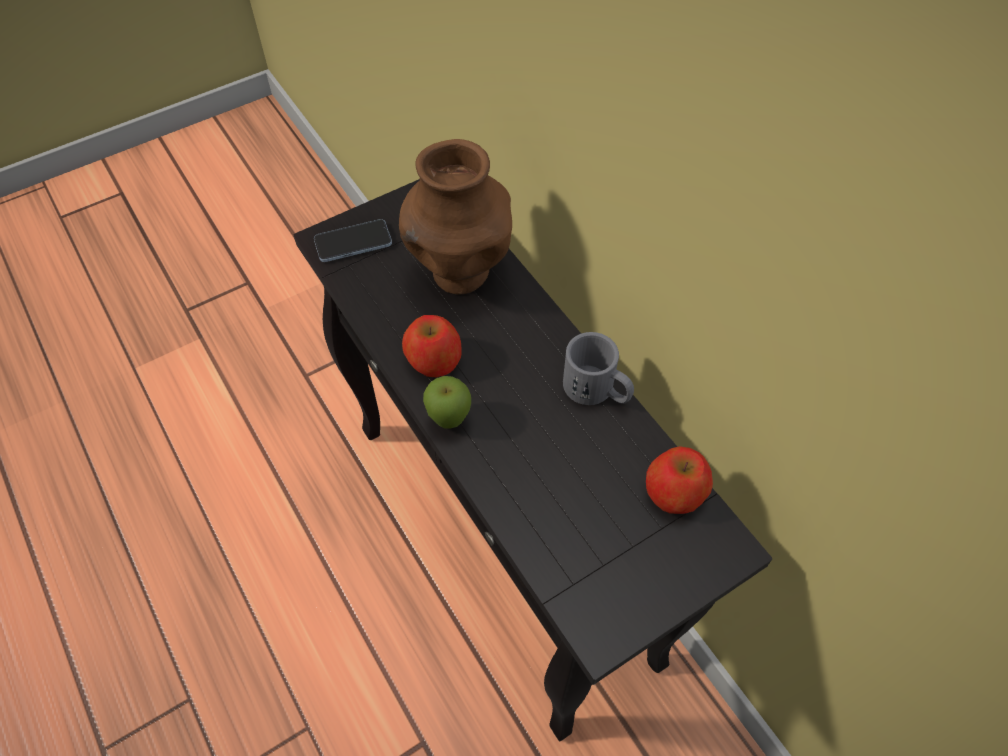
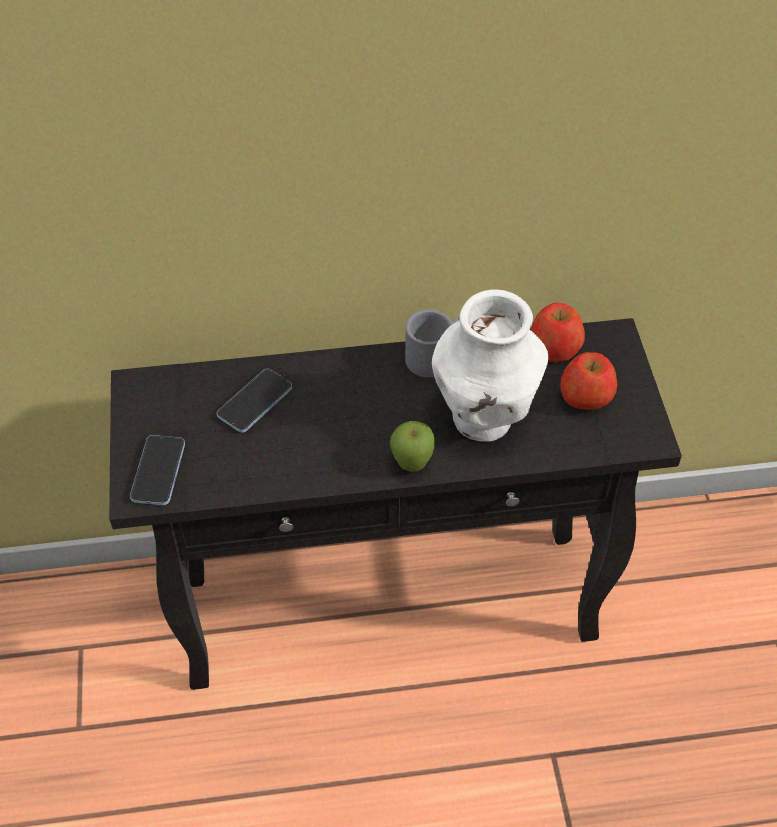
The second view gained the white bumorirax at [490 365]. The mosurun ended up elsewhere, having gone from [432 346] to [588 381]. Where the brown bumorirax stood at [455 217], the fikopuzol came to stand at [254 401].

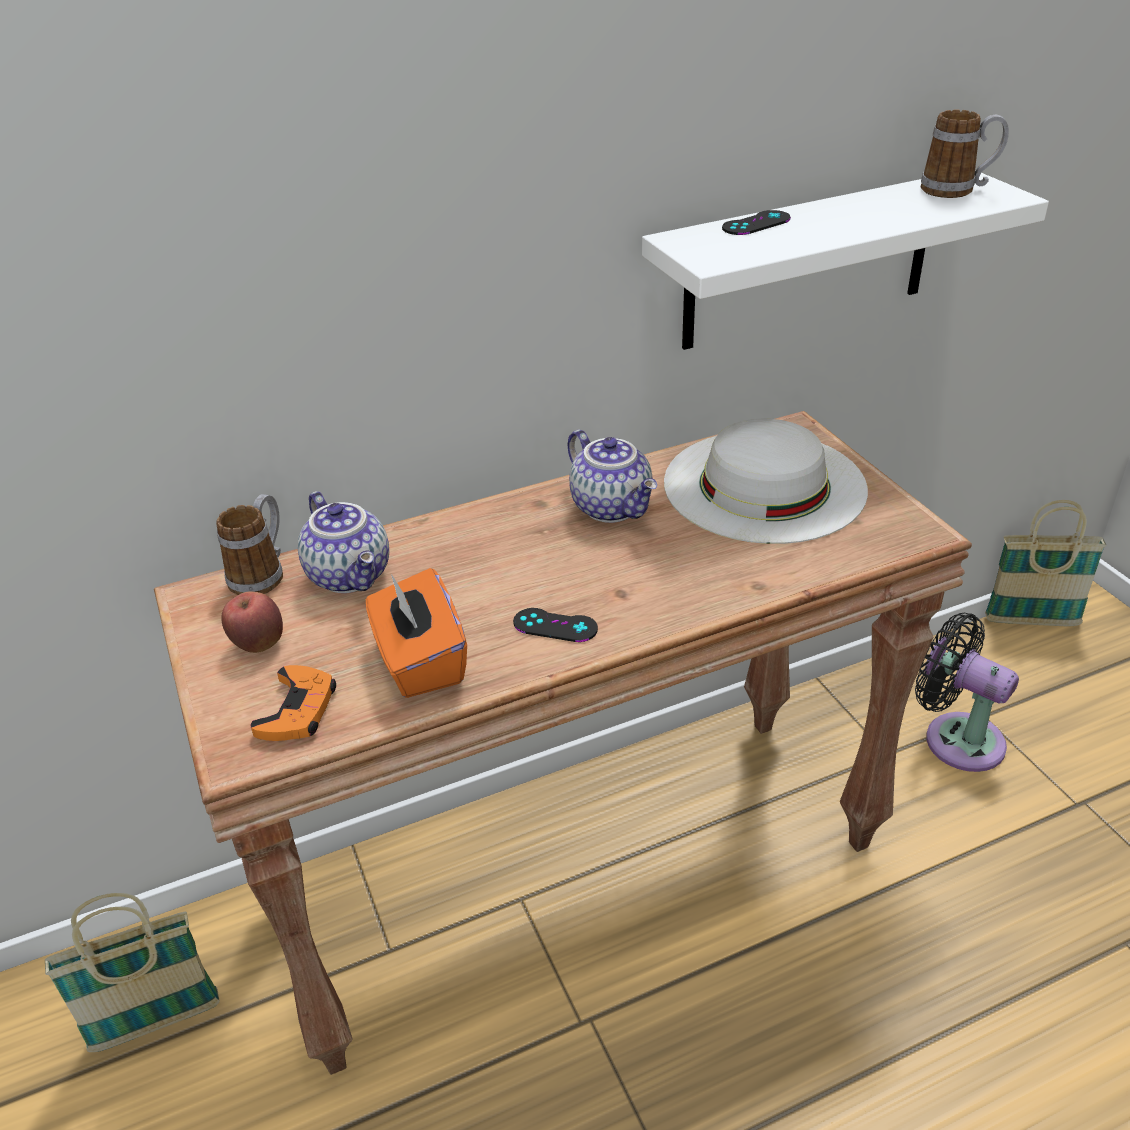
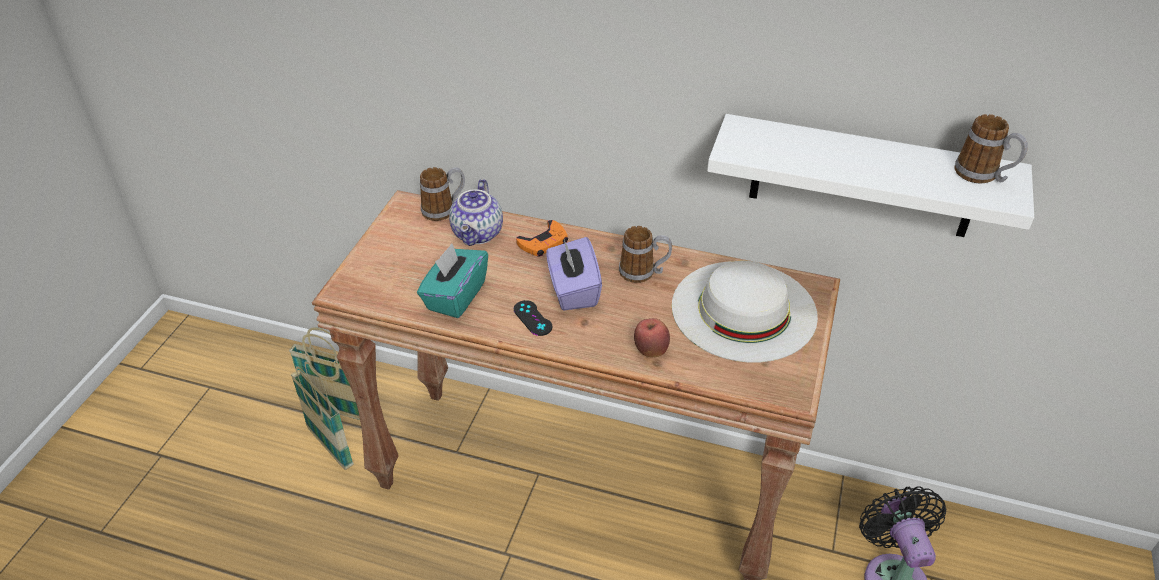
The second view lost the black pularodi at [756 222]. The second view gained the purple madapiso at [574 273]. The mosurun ended up elsewhere, having gone from [252 622] to [652 338]. The orange pularodi ended up elsewhere, having gone from [293 703] to [542 238]. The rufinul ended up elsewhere, having gone from [1045 563] to [322 415]. Where the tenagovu stood at [612 476], the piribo came to stand at [645 254]. What was the orange madapiso at [416 633] turned into the turquoise madapiso at [452 280].

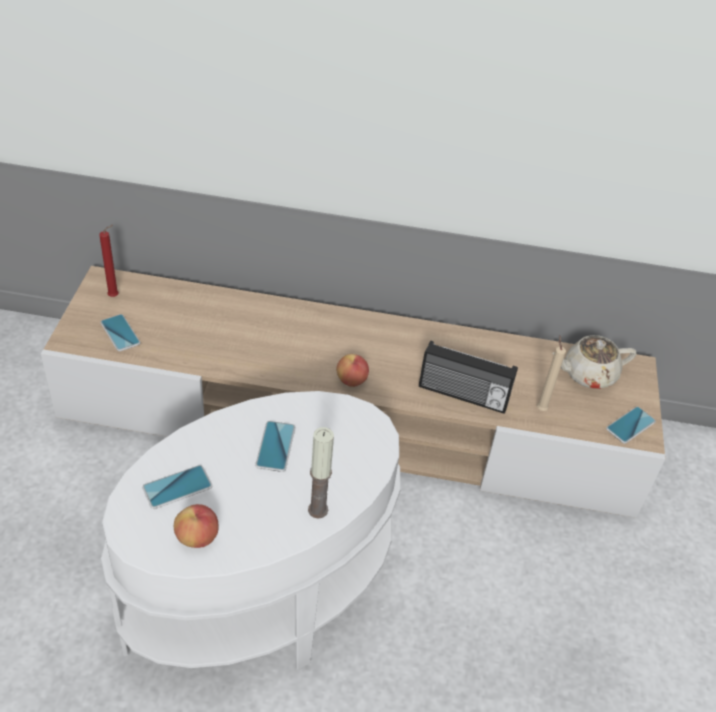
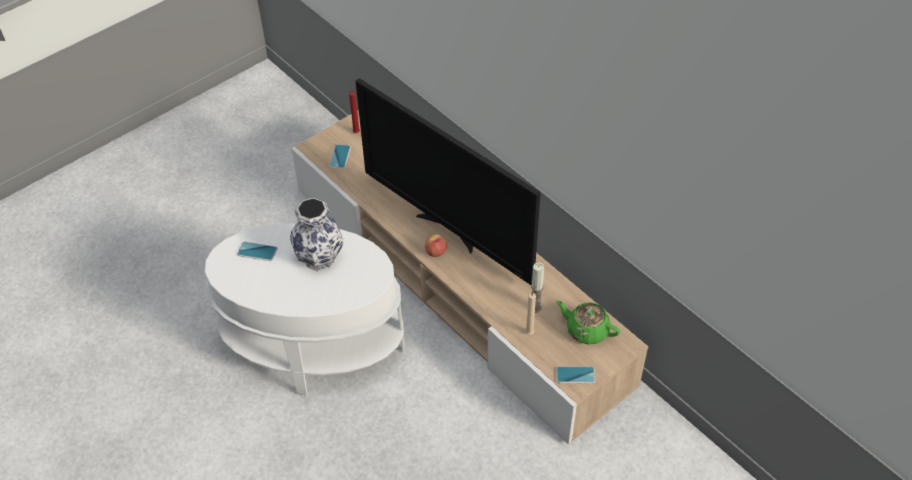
The second view lost the mosurun at [196 526]. The second view lost the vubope at [468 377]. The second view gained the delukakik at [448 181]. The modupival ended up elsewhere, having gone from [321 473] to [537 287]. Where the fikopuzol stood at [275 446], the bumorirax came to stand at [317 235]. What was the beige tenagovu at [594 362] turned into the green tenagovu at [588 322].

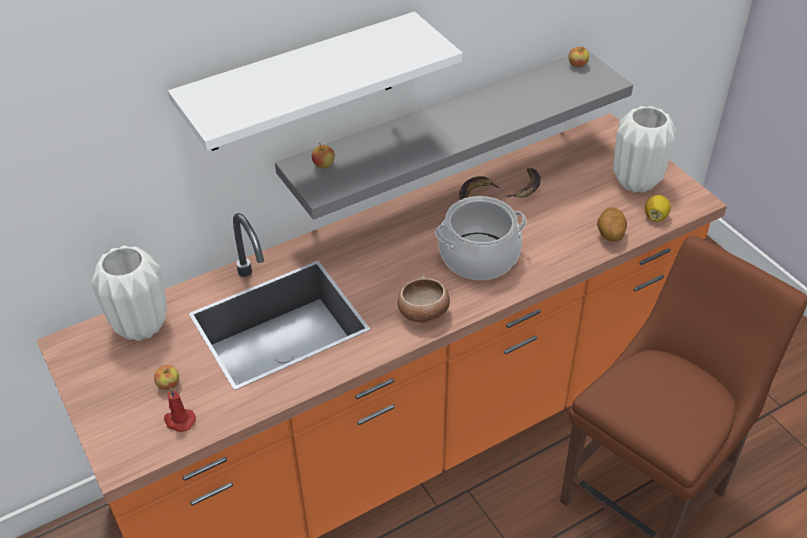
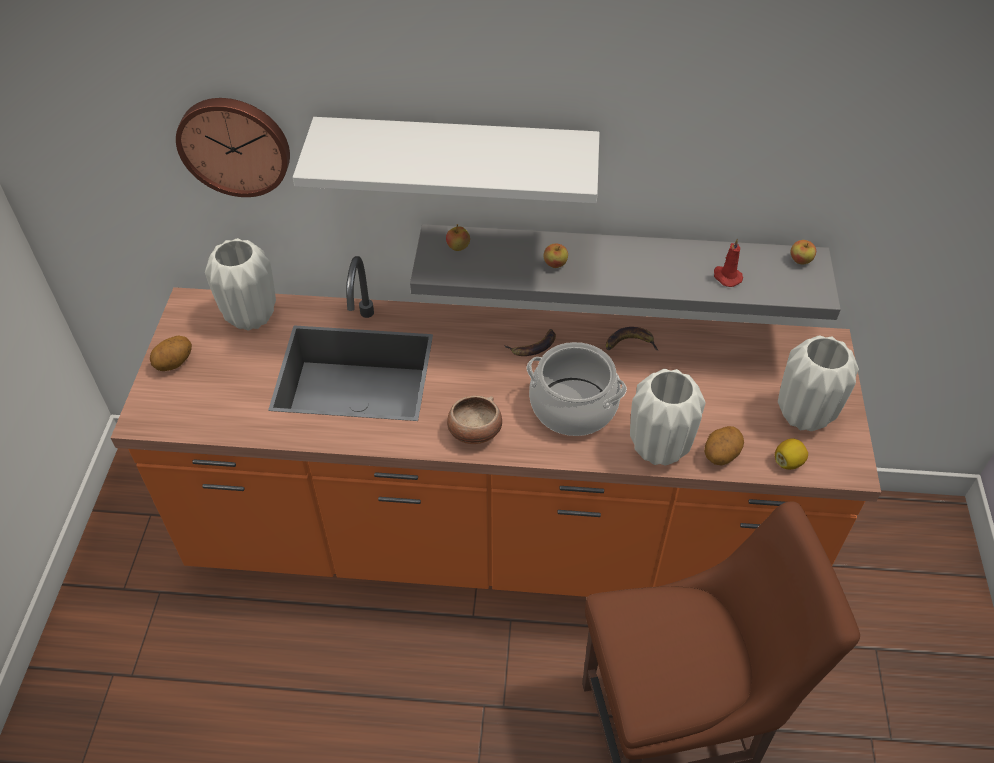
The second view gained the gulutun at [171 353]. The second view gained the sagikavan at [233 147]. The second view gained the white bumorirax at [668 417]. The mosurun ended up elsewhere, having gone from [166 377] to [556 255]. The red modupival ended up elsewhere, having gone from [180 410] to [728 263]. The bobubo ended up elsewhere, having gone from [523 183] to [530 342].

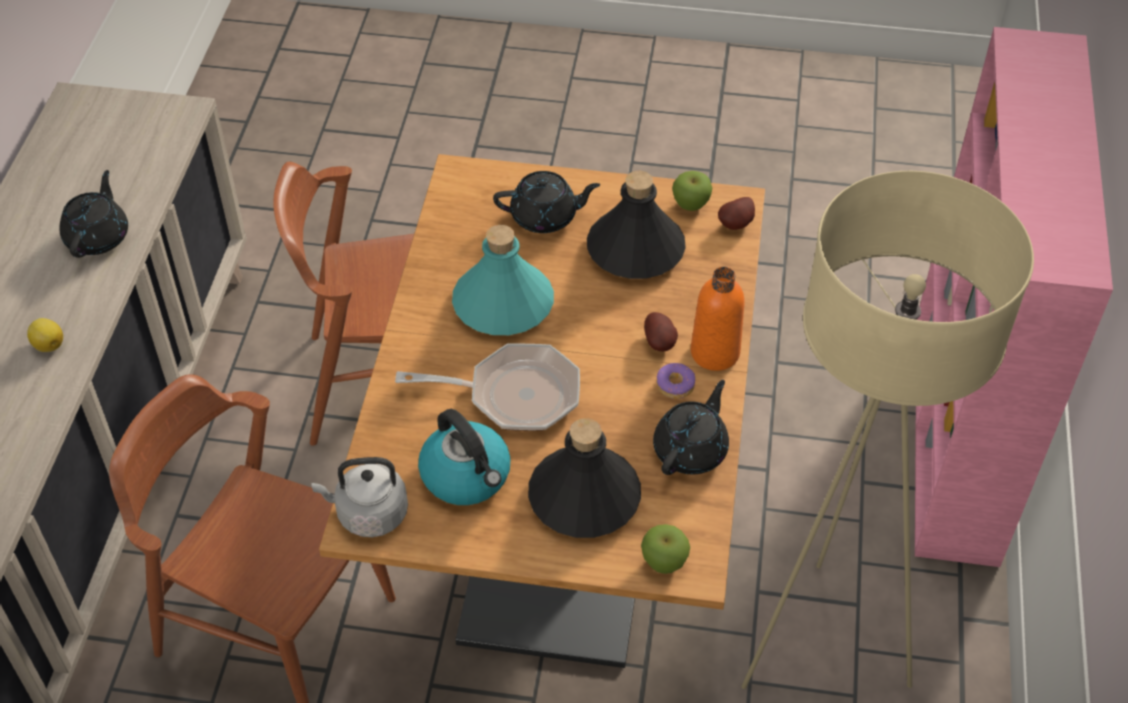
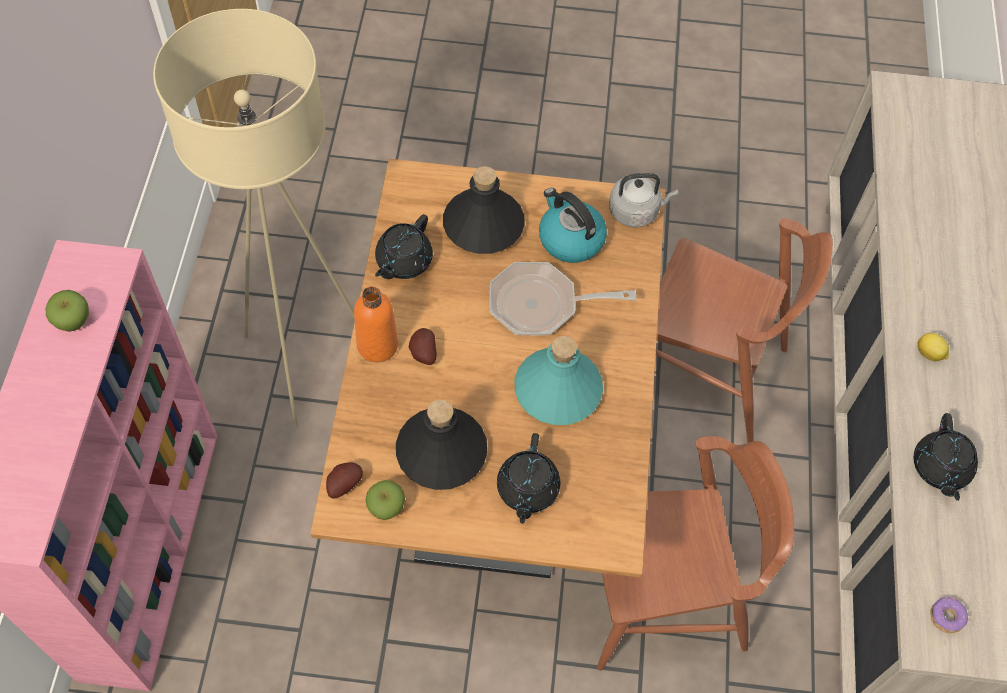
The mosurun ended up elsewhere, having gone from [665 549] to [67 311]. The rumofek ended up elsewhere, having gone from [675 381] to [949 614]. The black tenagovu at [546 202] ended up facing another way, 75 degrees counterclockwise from before.

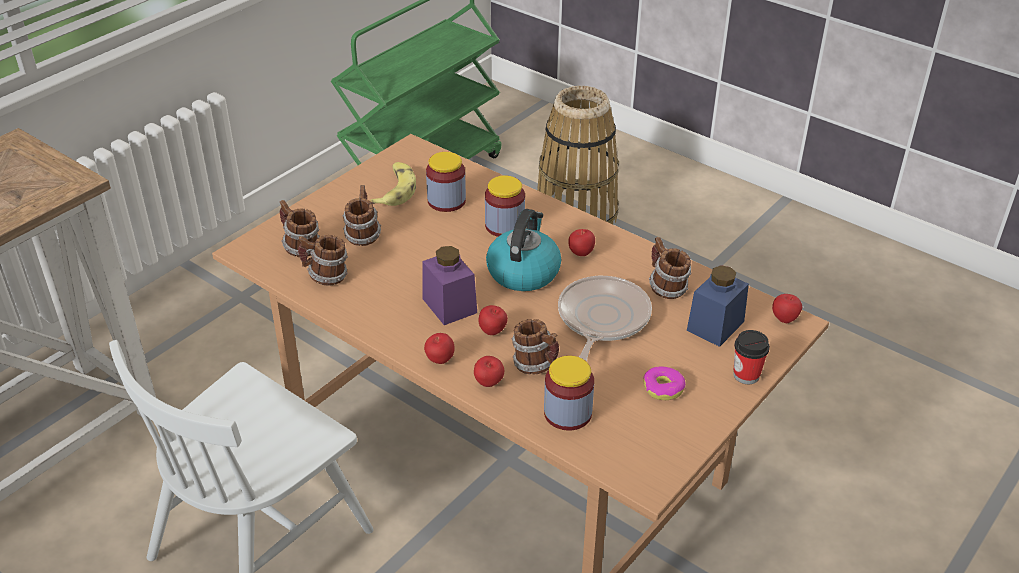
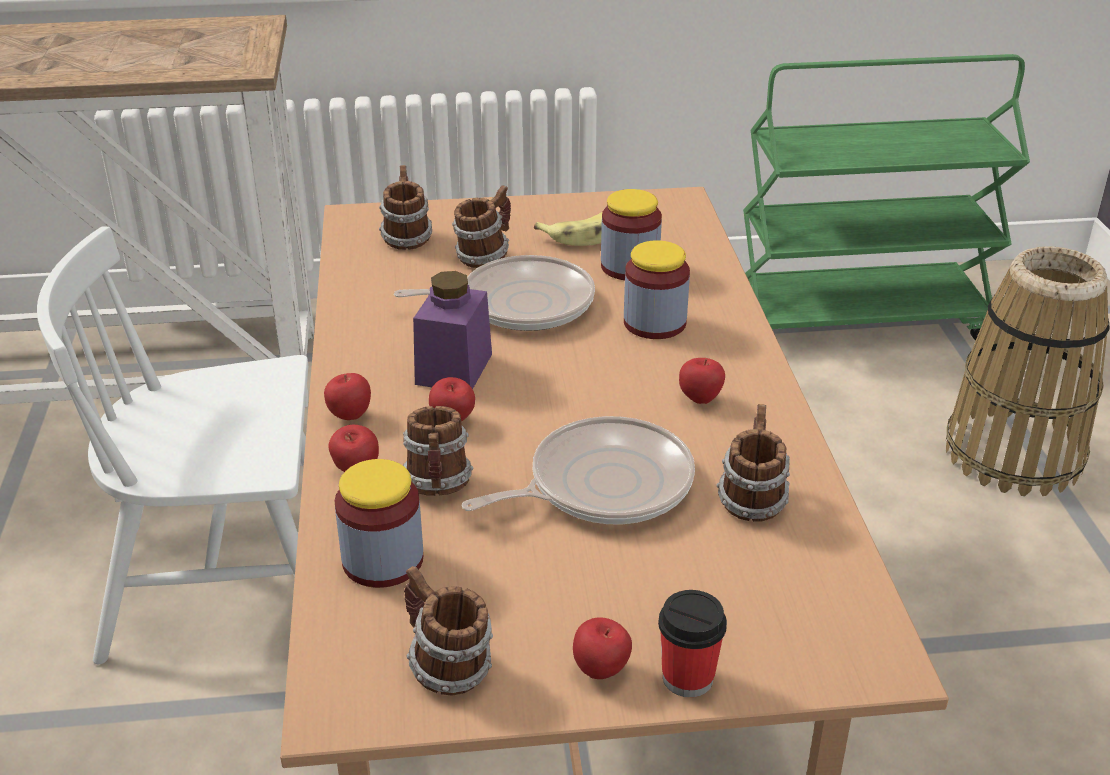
The second view lost the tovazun at [523 250]. The second view lost the rumofek at [664 383]. The second view lost the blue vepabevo at [718 306]. The second view gained the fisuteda at [494 293]. The piribo ended up elsewhere, having gone from [323 260] to [448 630]. The mosurun ended up elsewhere, having gone from [787 309] to [602 648].

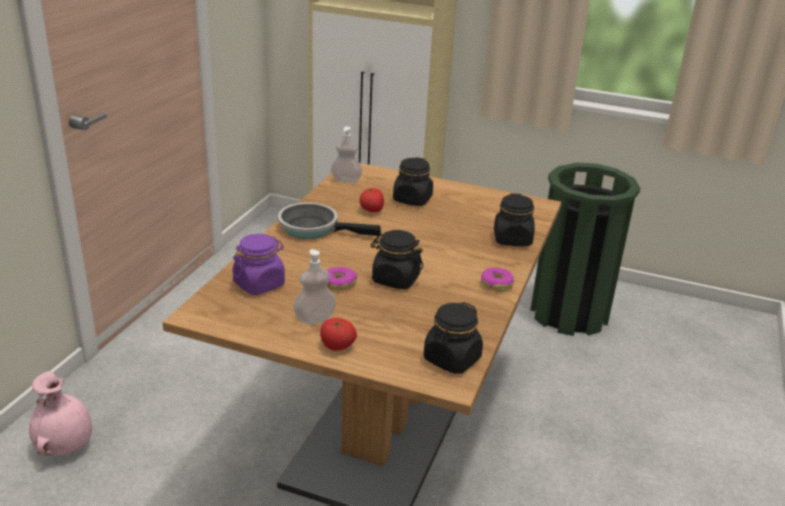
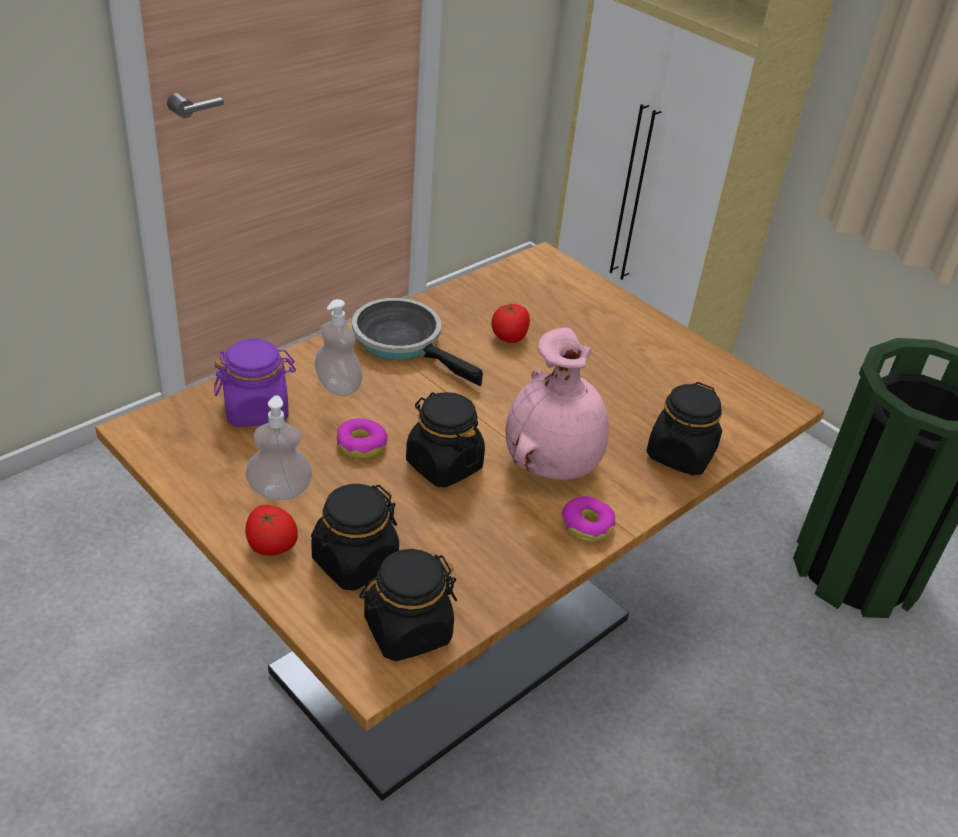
The pink bumorirax ended up elsewhere, having gone from [60 413] to [557 403]. The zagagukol ended up elsewhere, having gone from [346 155] to [338 347]. The black vepabevo ended up elsewhere, having gone from [413 181] to [355 537].

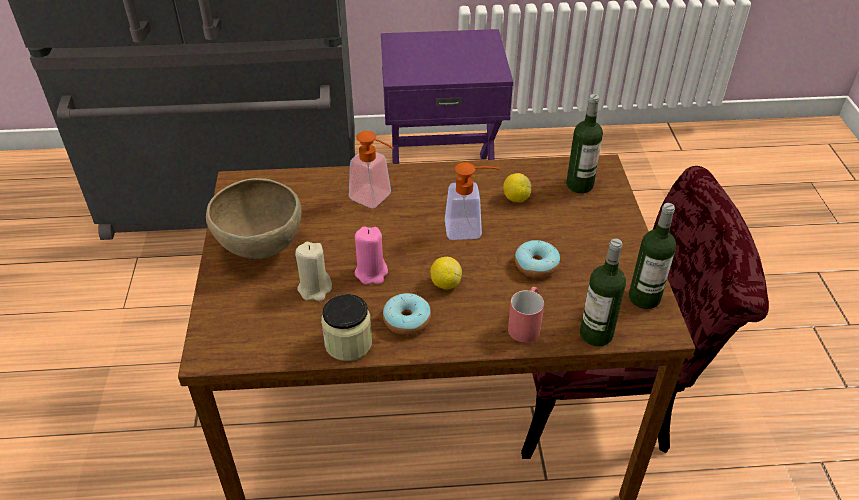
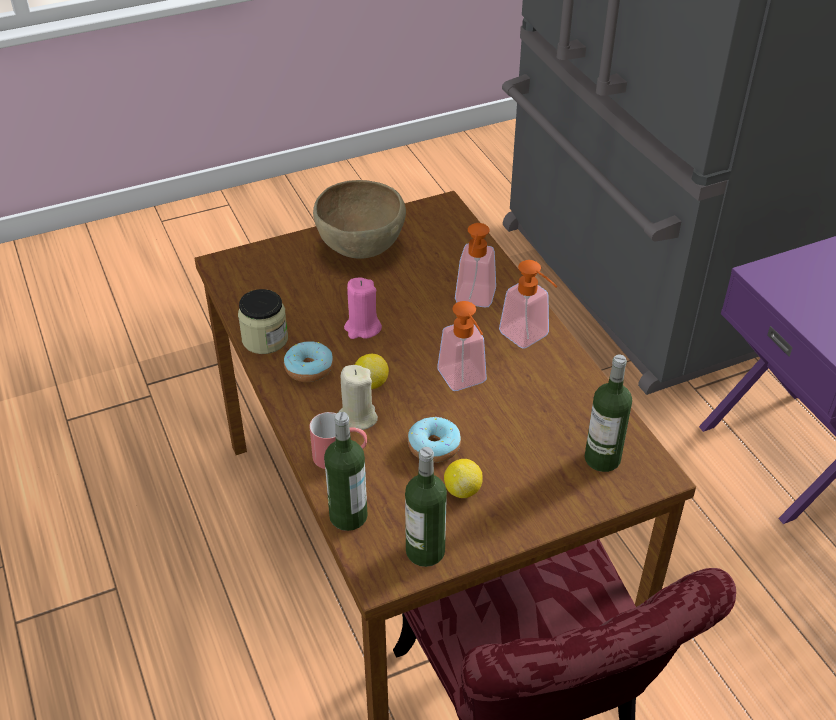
The second view gained the zagagukol at [528 304]. The beige modupival ended up elsewhere, having gone from [313 271] to [358 397]. The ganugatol ended up elsewhere, having gone from [517 188] to [463 478].

